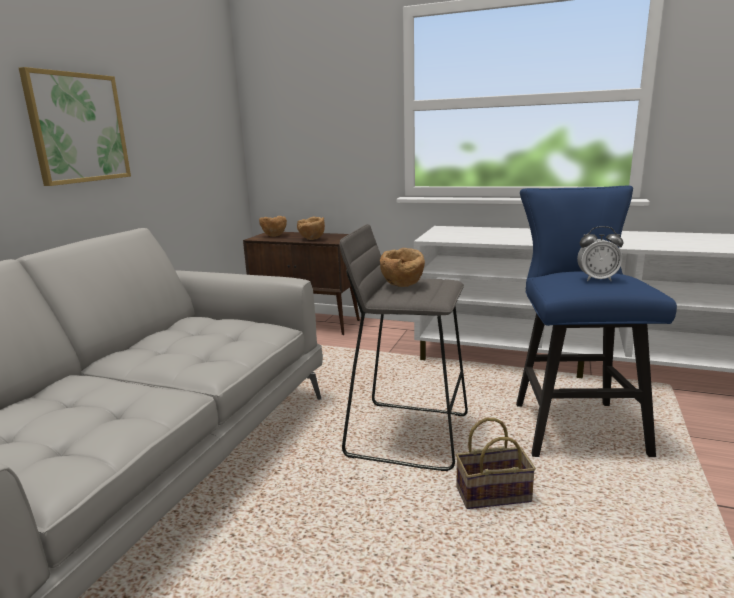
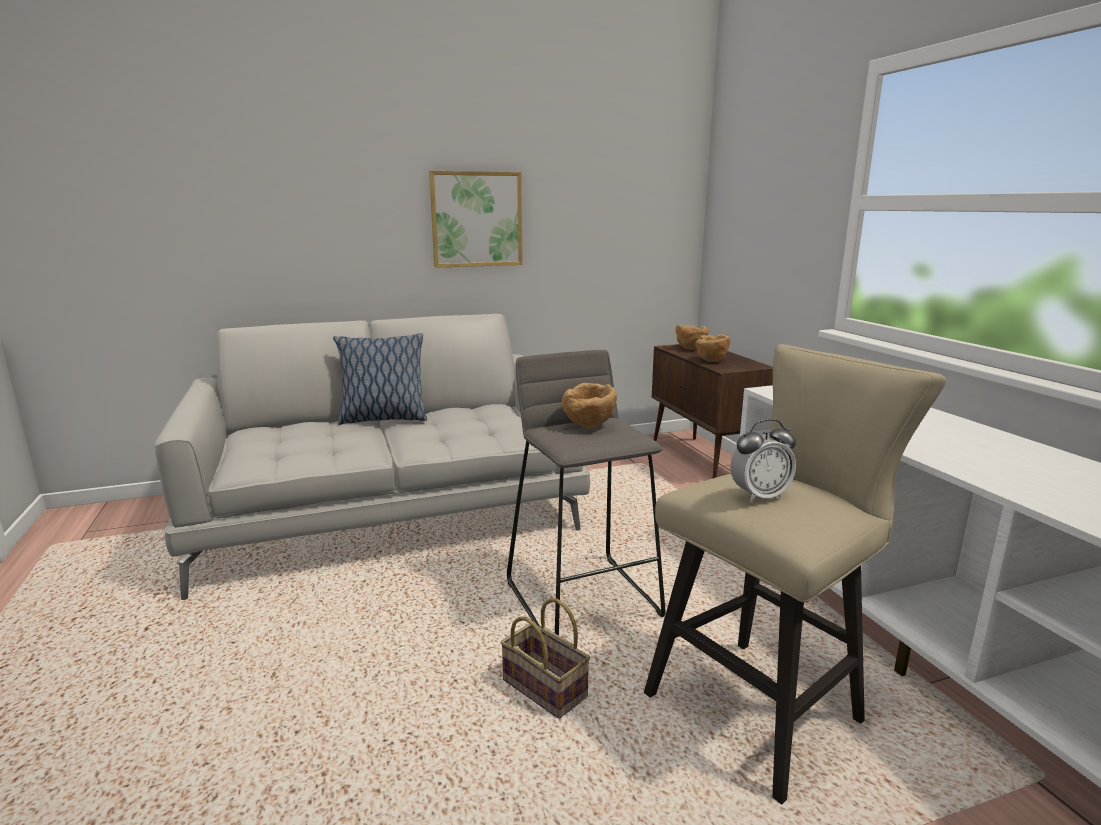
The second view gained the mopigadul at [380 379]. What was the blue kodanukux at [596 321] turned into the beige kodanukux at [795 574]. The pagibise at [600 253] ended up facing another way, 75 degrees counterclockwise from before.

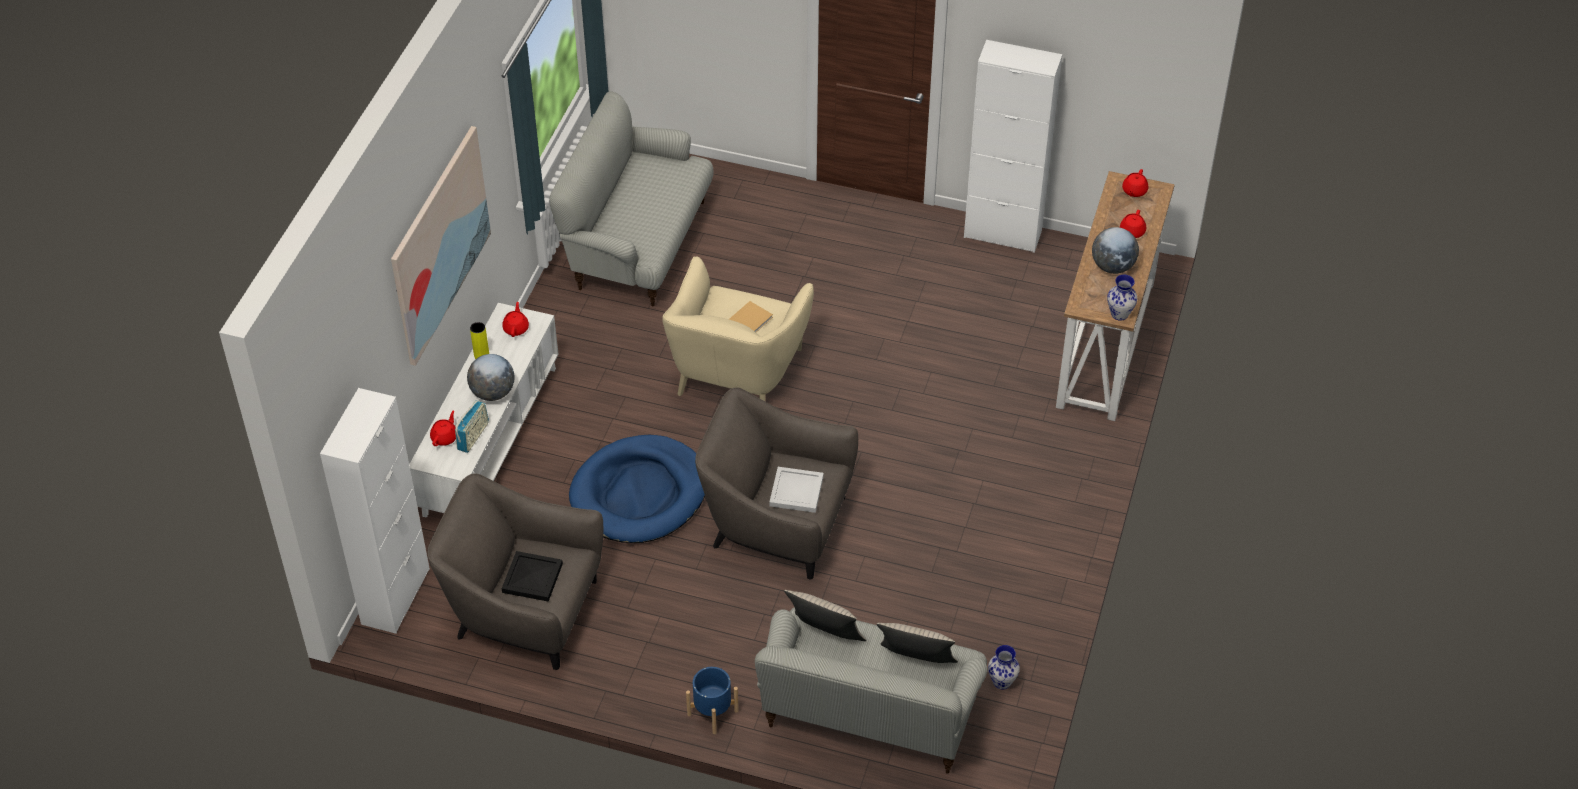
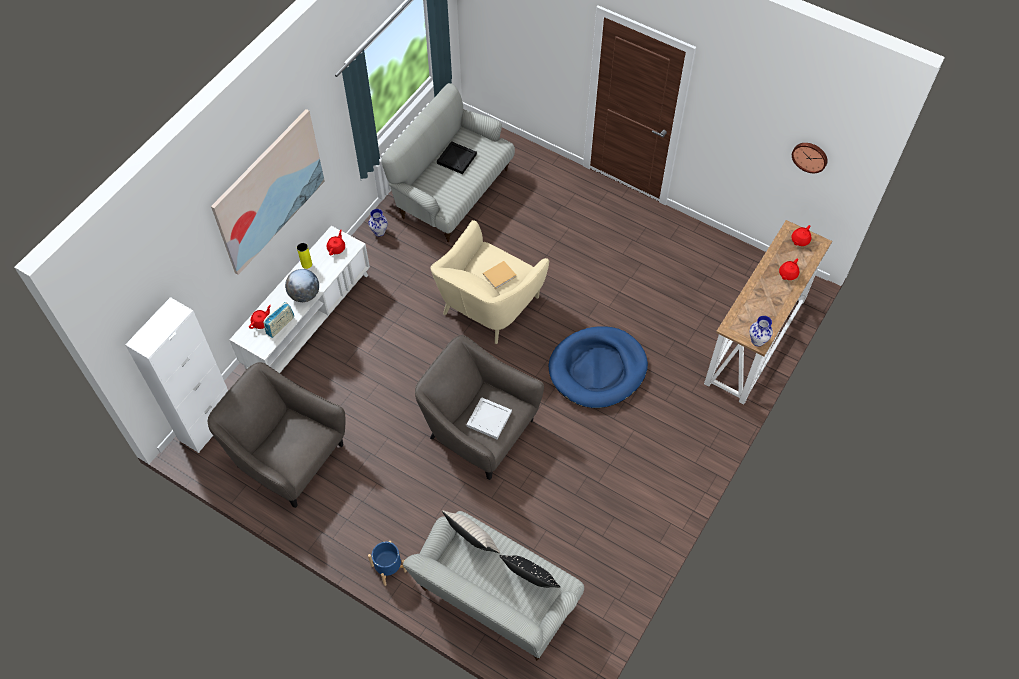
The second view lost the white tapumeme at [1013 146]. The second view lost the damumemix at [1115 250]. The second view gained the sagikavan at [810 158]. The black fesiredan ended up elsewhere, having gone from [532 576] to [457 157]. The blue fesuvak ended up elsewhere, having gone from [637 489] to [598 367]. The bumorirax ended up elsewhere, having gone from [1004 667] to [378 223]. What was the beige mopigadul at [917 643] turned into the black mopigadul at [529 571].

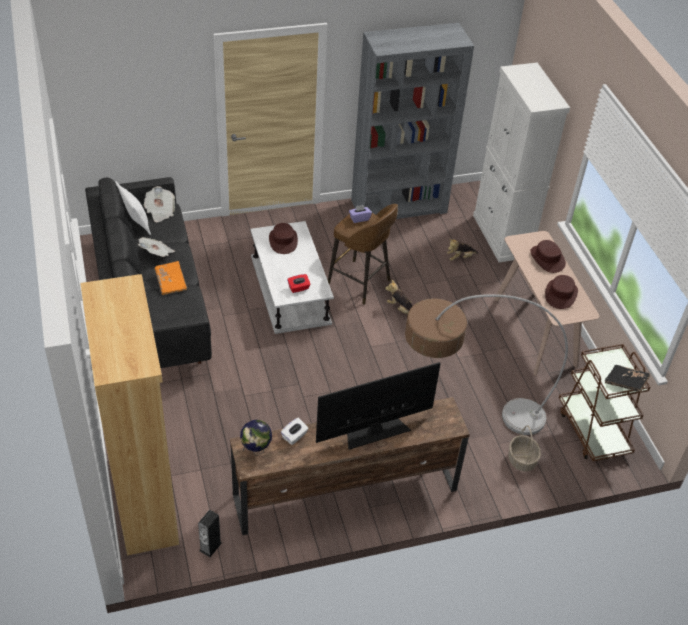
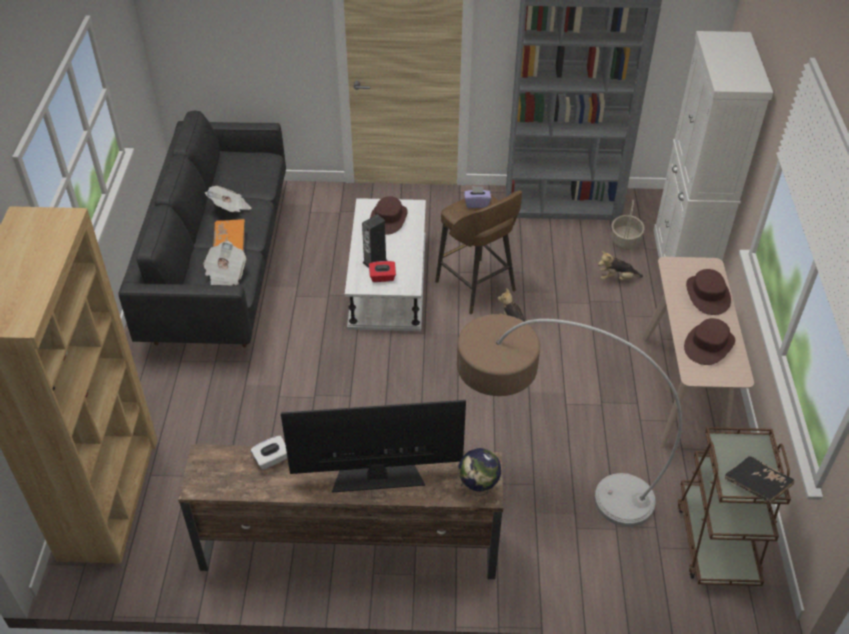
The second view lost the white mopigadul at [133 208]. The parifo ended up elsewhere, having gone from [159 204] to [224 263]. The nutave ended up elsewhere, having gone from [210 533] to [374 241]. The damumemix ended up elsewhere, having gone from [256 438] to [480 472]. The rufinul ended up elsewhere, having gone from [524 448] to [628 225].

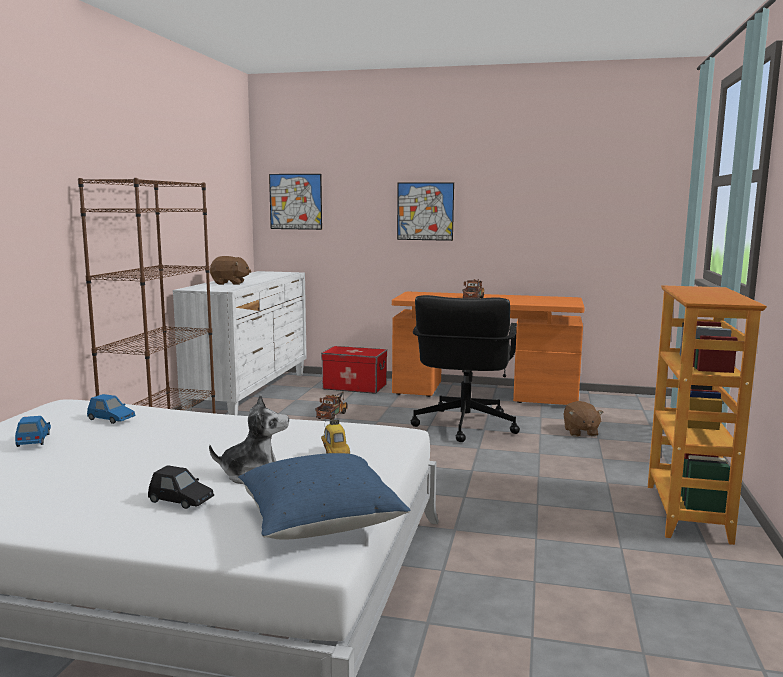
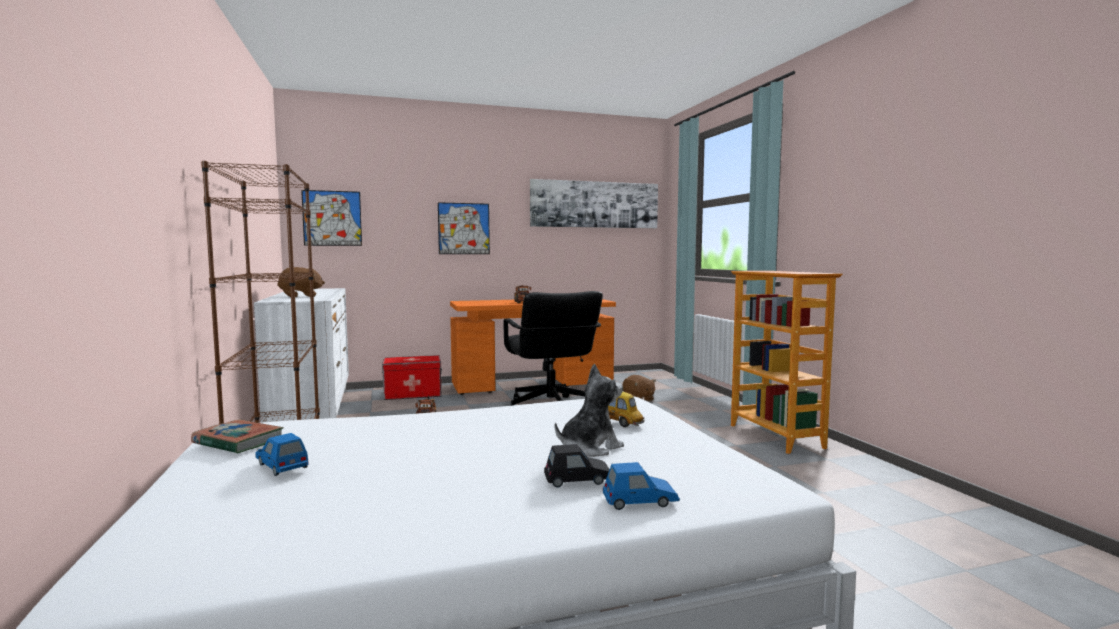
The second view lost the blue mopigadul at [324 496]. The second view gained the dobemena at [237 436]. The second view gained the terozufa at [594 203]. The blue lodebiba ended up elsewhere, having gone from [111 409] to [641 486].

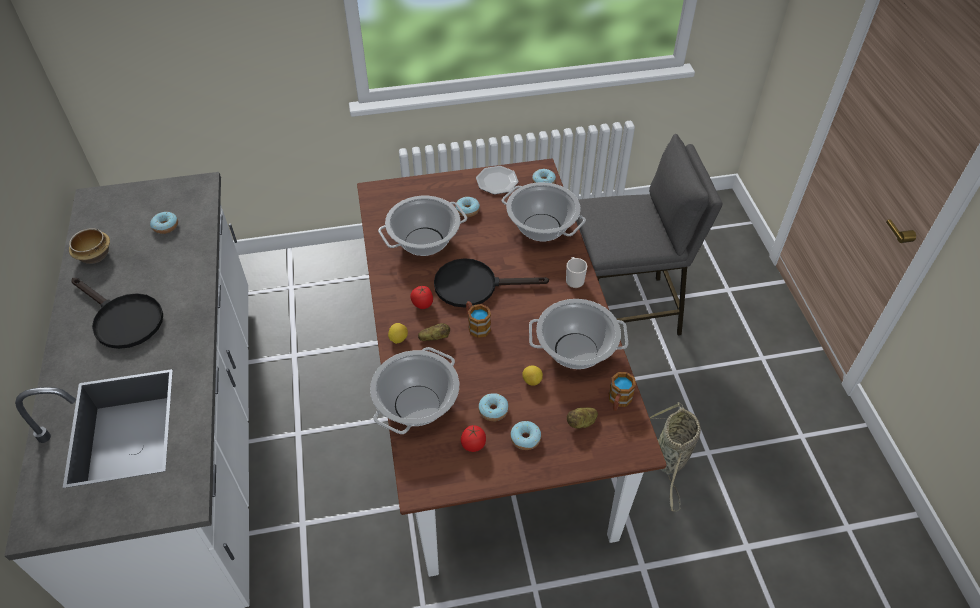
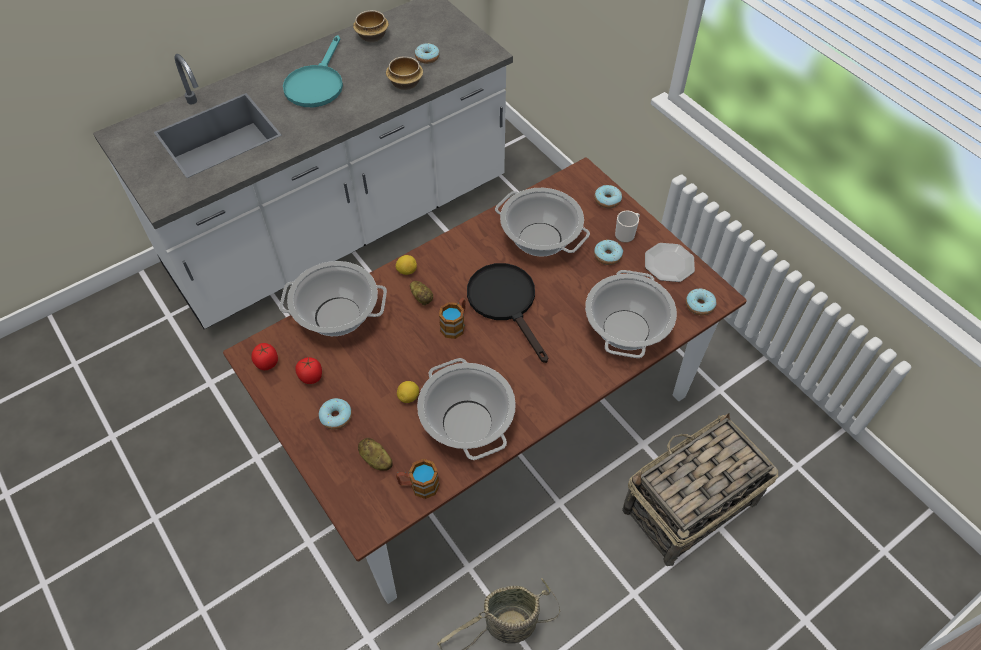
The second view gained the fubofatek at [404 73]. The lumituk ended up elsewhere, having gone from [421 297] to [264 356]. The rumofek ended up elsewhere, having gone from [493 407] to [608 196]. The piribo ended up elsewhere, having gone from [576 272] to [627 227]. Where the grey kodanukux stood at [649 235], the rufinul came to stand at [700 489]. What was the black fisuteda at [117 313] turned into the turquoise fisuteda at [313 71].

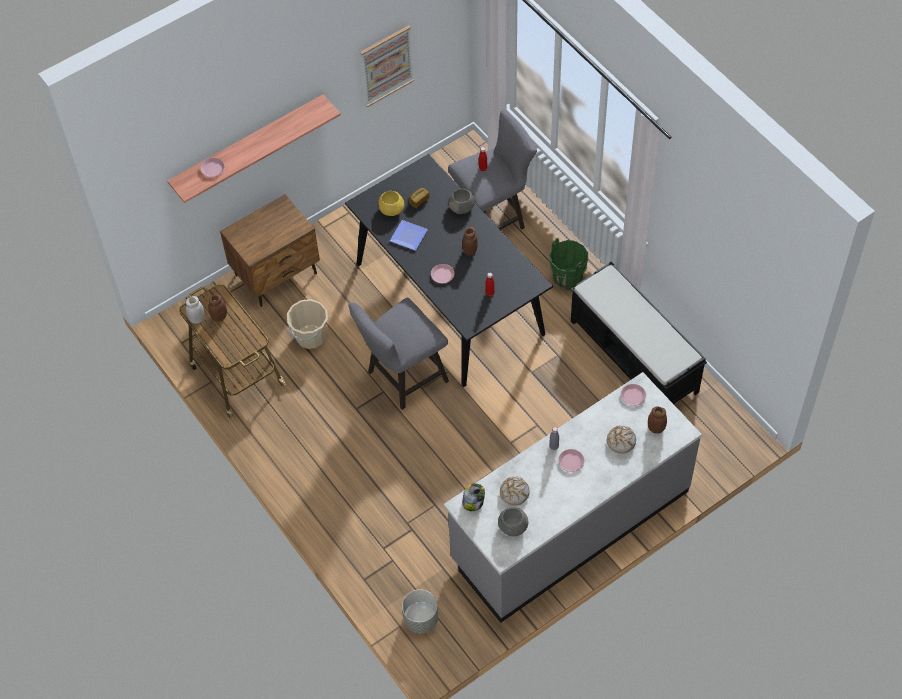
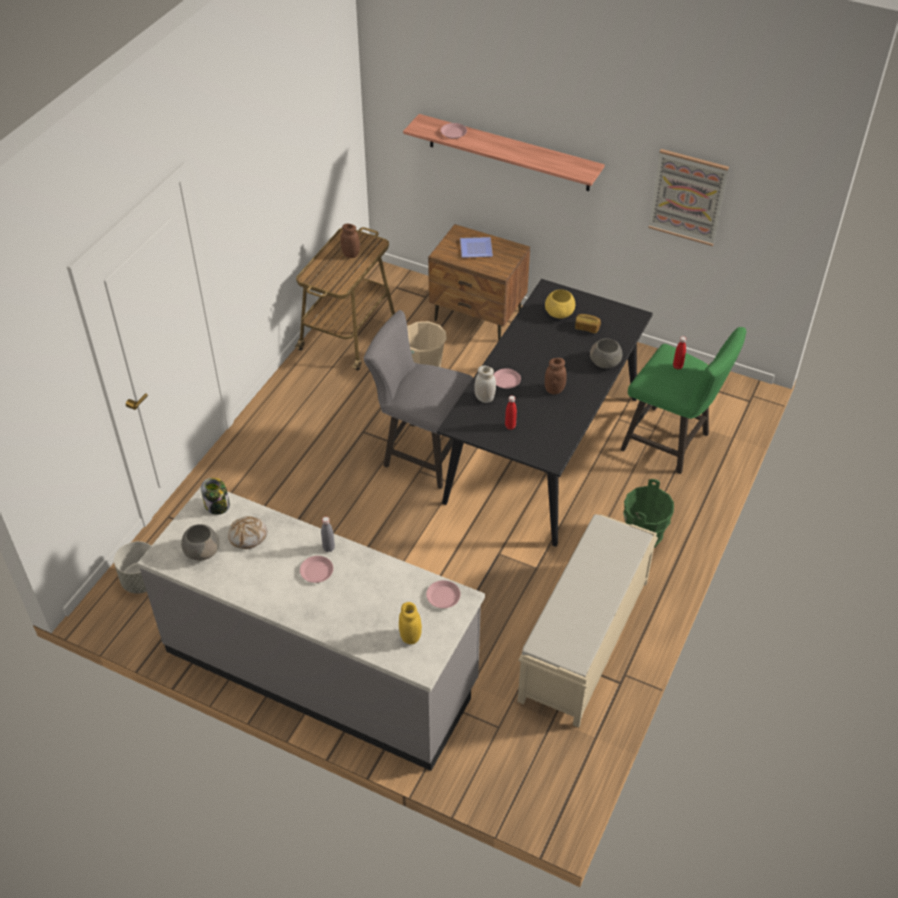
The second view lost the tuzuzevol at [621 439]. The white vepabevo ended up elsewhere, having gone from [195 310] to [485 384]. The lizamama ended up elsewhere, having gone from [409 235] to [476 247]. What was the grey kodanukux at [492 169] turned into the green kodanukux at [683 400]. What was the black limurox at [639 333] turned into the beige limurox at [588 621]. What was the brown vepabevo at [657 420] turned into the yellow vepabevo at [410 623].

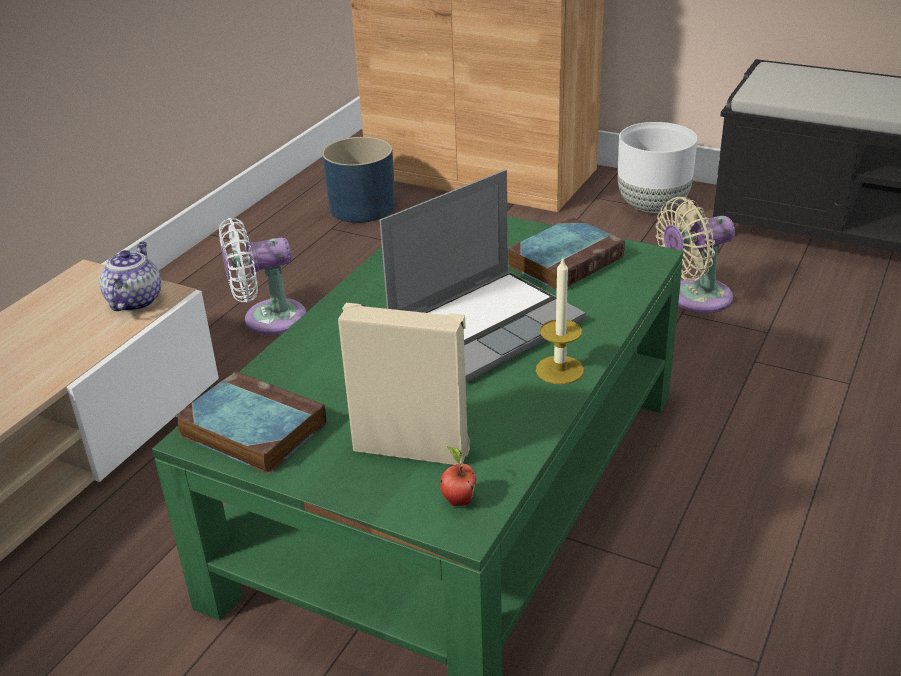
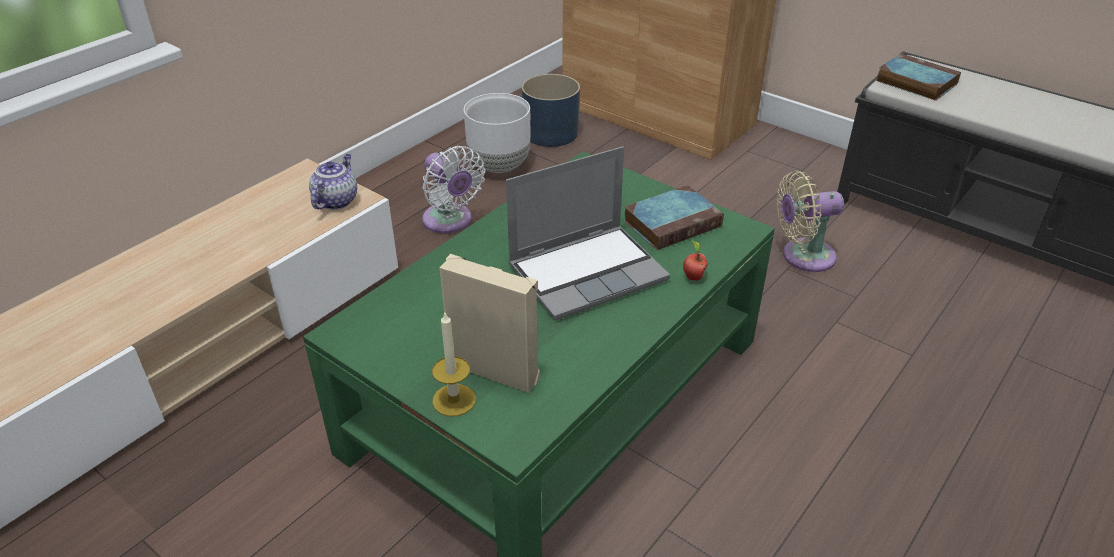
The dobemena ended up elsewhere, having gone from [250 422] to [918 77]. The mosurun ended up elsewhere, having gone from [458 476] to [695 261]. The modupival ended up elsewhere, having gone from [560 320] to [454 365]. The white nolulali ended up elsewhere, having gone from [658 167] to [497 133]. The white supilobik at [262 276] ended up facing another way, 120 degrees counterclockwise from before.

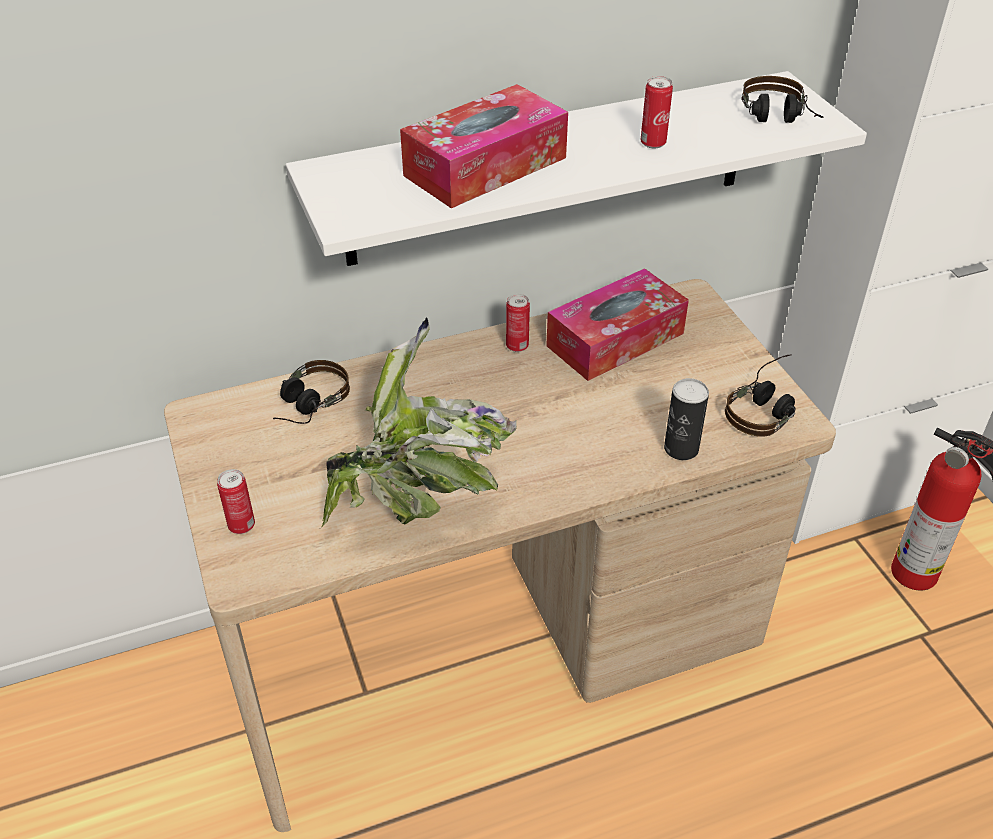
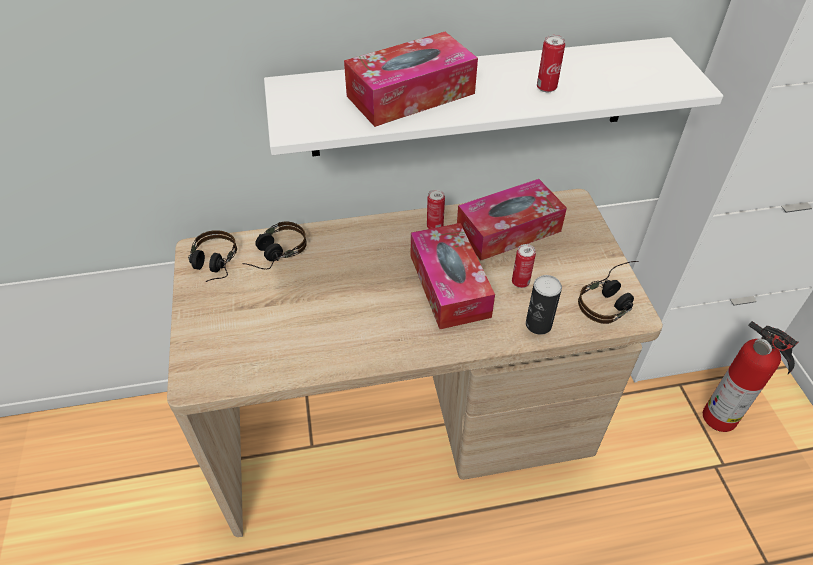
The second view lost the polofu at [419 423]. The second view gained the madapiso at [453 276]. The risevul ended up elsewhere, having gone from [236 501] to [524 266]. The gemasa ended up elsewhere, having gone from [782 99] to [212 256].

